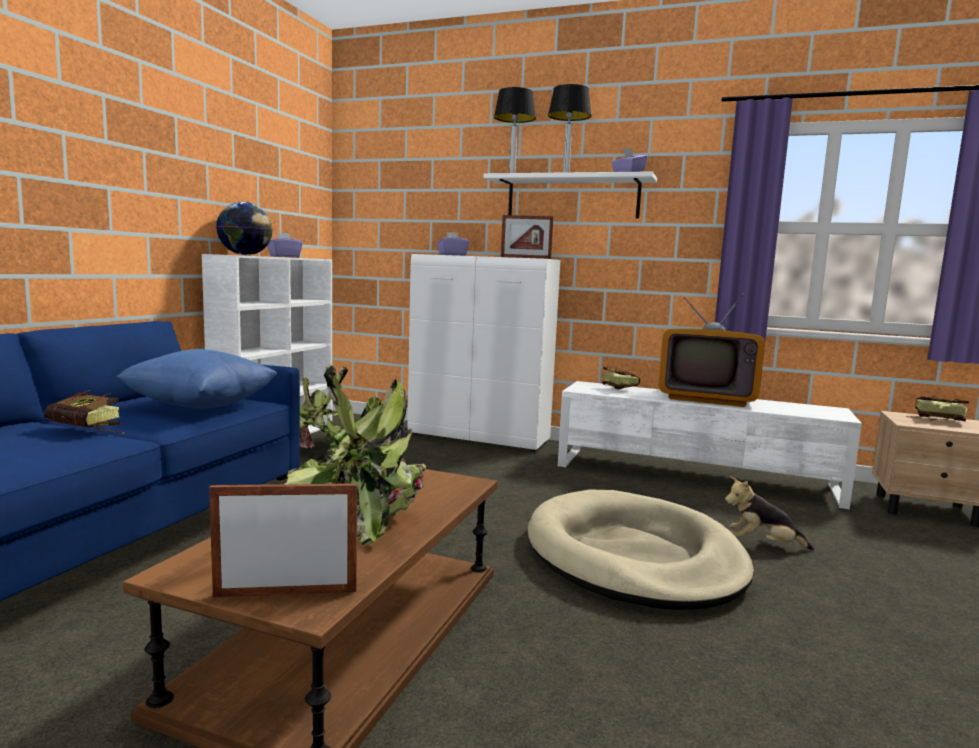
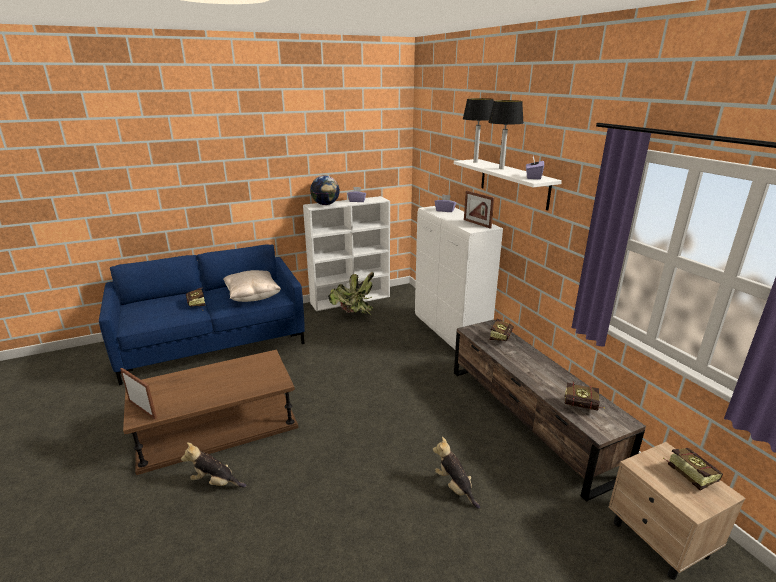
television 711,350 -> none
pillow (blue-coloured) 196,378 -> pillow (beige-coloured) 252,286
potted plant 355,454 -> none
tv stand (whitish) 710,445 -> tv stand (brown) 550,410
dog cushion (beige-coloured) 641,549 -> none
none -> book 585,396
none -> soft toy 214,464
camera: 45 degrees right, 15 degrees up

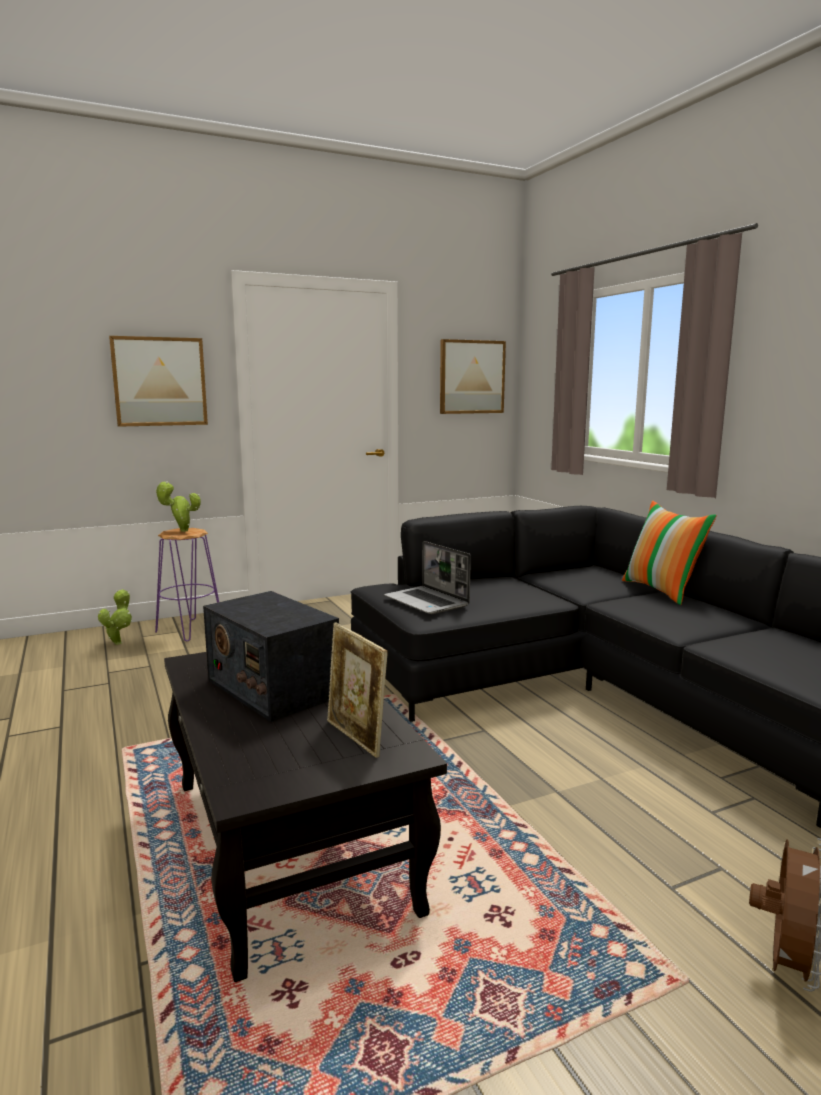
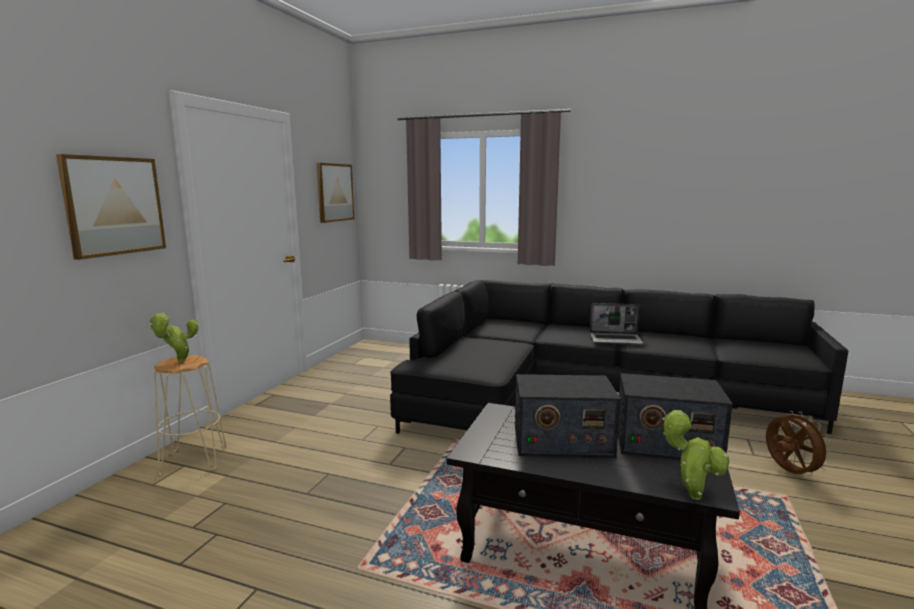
pillow 669,553 -> none
stool seat (purple-coloured) 187,584 -> stool seat (beige-coloured) 190,415
portable computer 427,577 -> portable computer 616,324, move
potted plant 115,617 -> potted plant 695,455, move
standing frame 357,690 -> radio set 675,416
camera: 45 degrees left, 0 degrees up

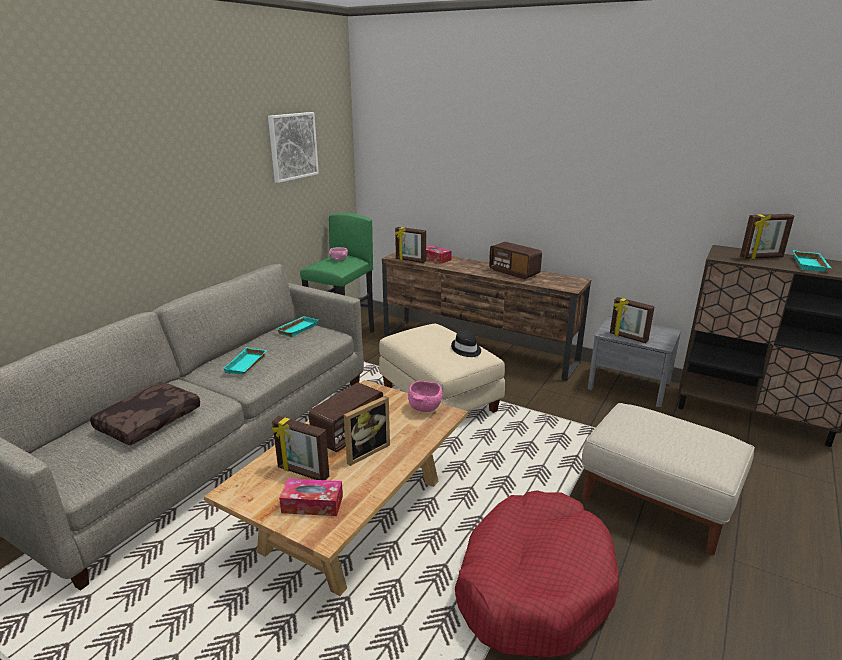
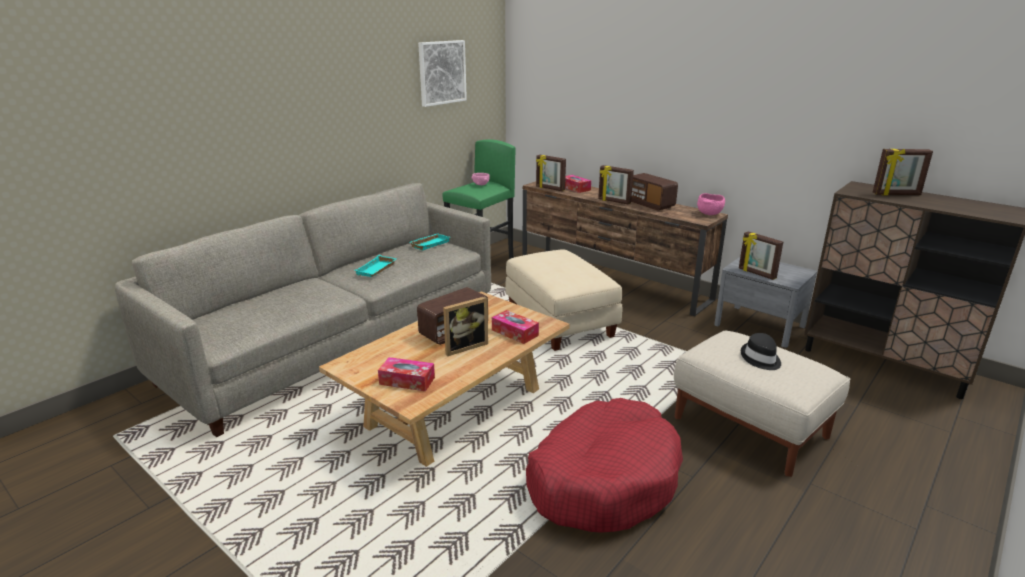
tray (turquoise) 812,260 -> none
clothing hat (black) 466,343 -> clothing hat (black) 761,351, move
bowl (pink) 425,396 -> bowl (pink) 711,204, move
pillow (brown) 145,414 -> none
standing frame 300,448 -> standing frame 616,185, move
none -> tissue box 515,327
camera: 10 degrees right, 0 degrees up

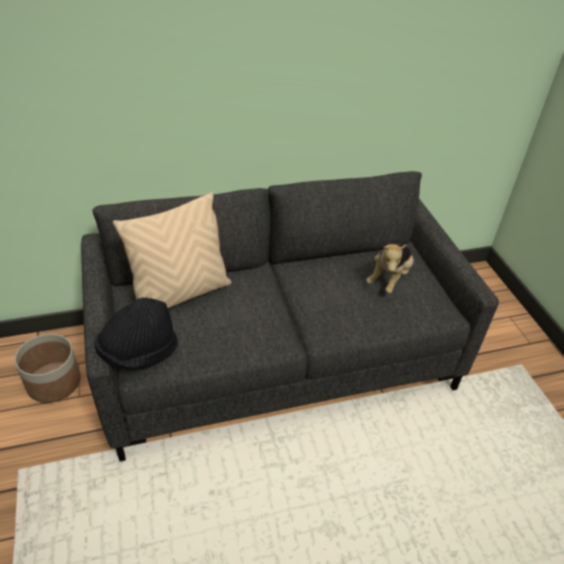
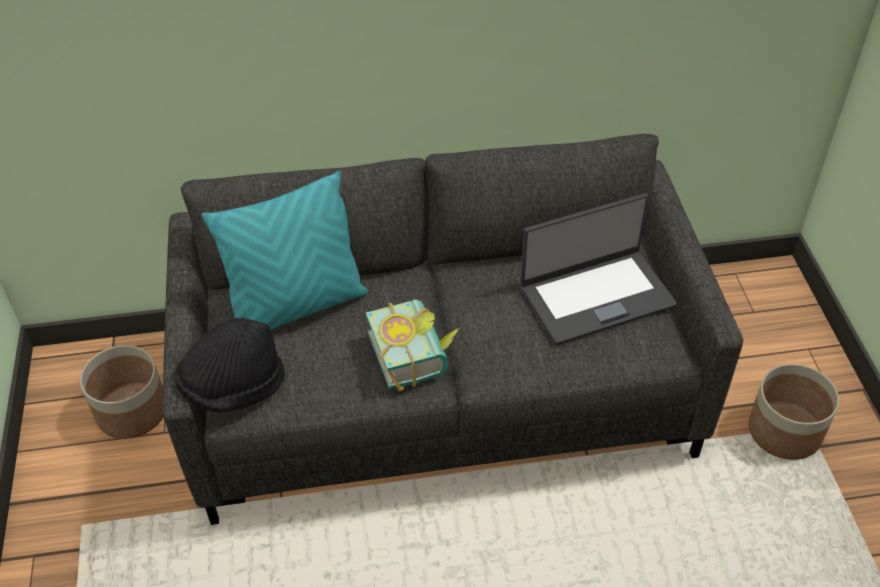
pillow (beige-coloured) 172,250 -> pillow (turquoise) 285,250
soft toy 390,269 -> portable computer 598,269
none -> book 413,345
none -> planter 793,412
camera: 10 degrees right, 5 degrees up

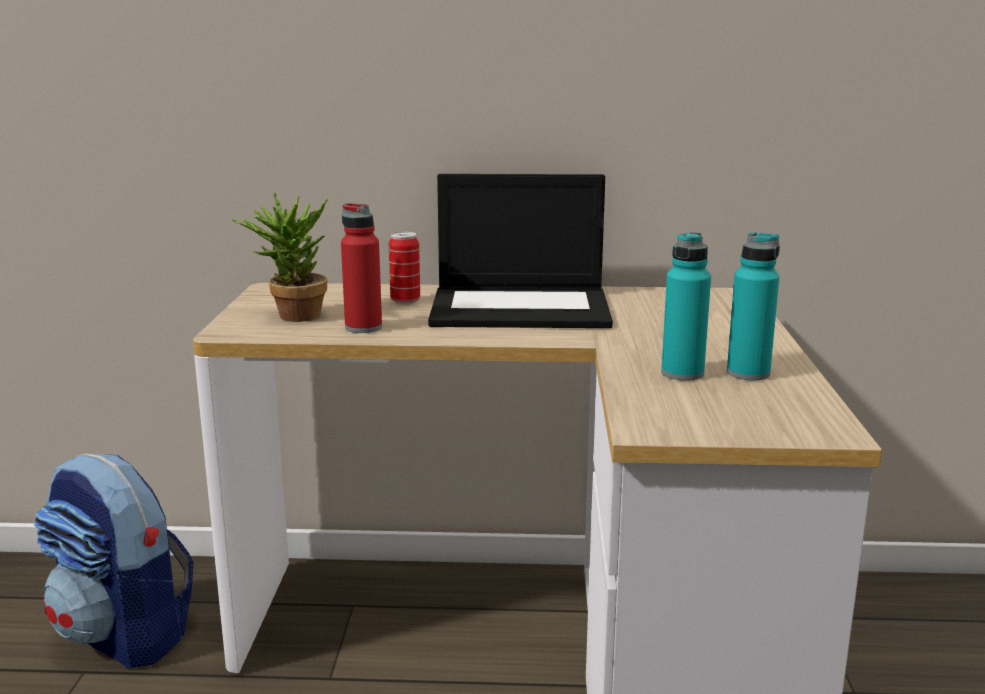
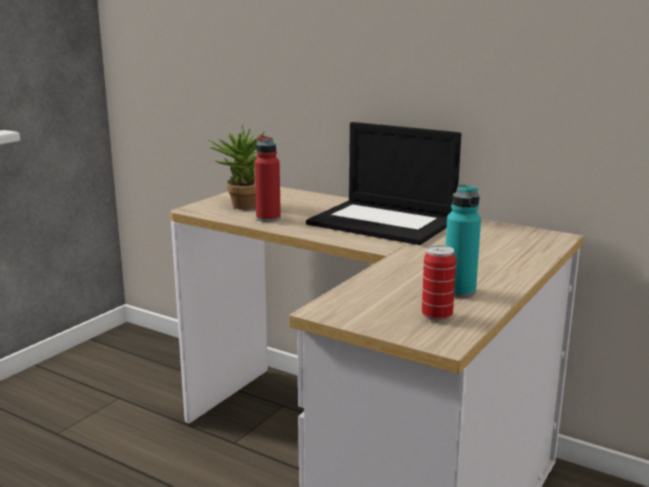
metal can 404,268 -> metal can 439,283, move
beverage bottle (turquoise) 686,306 -> none
backpack 114,561 -> none
camera: 30 degrees right, 0 degrees up

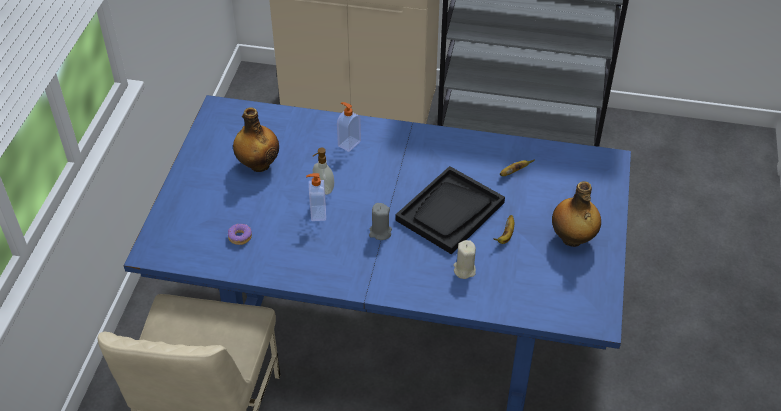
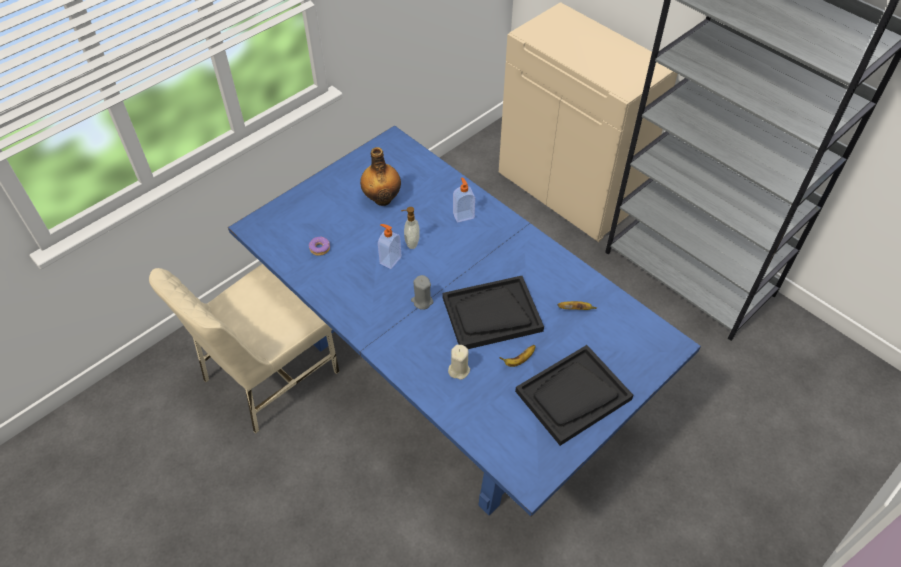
beverage bottle 576,214 -> tray (black) 574,395
camera: 35 degrees right, 5 degrees up

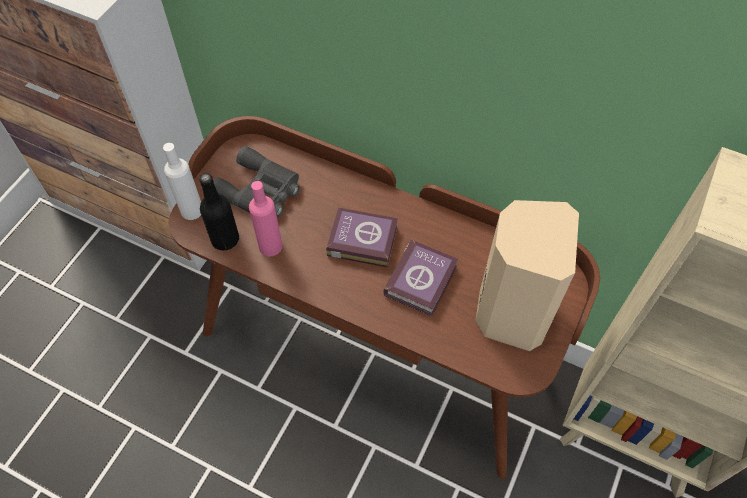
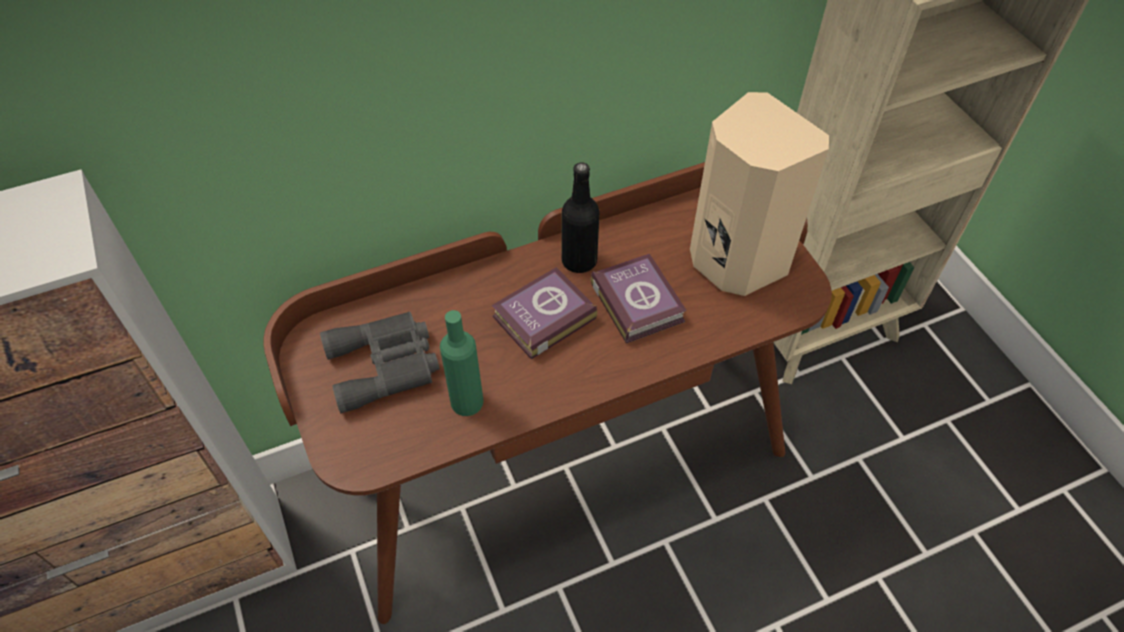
beverage bottle (whitish) 182,181 -> none
beverage bottle (black) 219,211 -> beverage bottle (black) 581,217, move
beverage bottle (pink) 265,218 -> beverage bottle (green) 462,363
camera: 50 degrees left, 5 degrees down

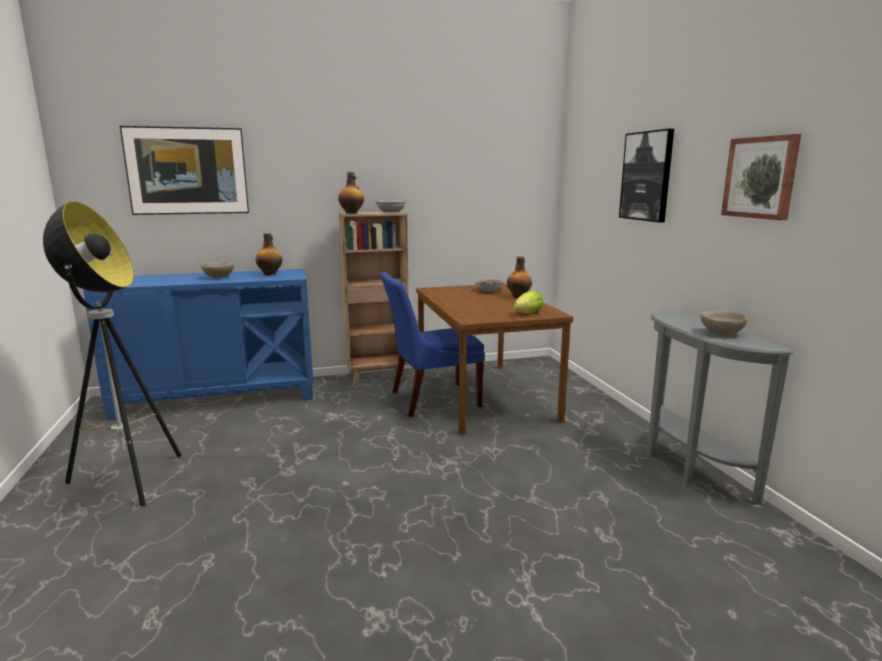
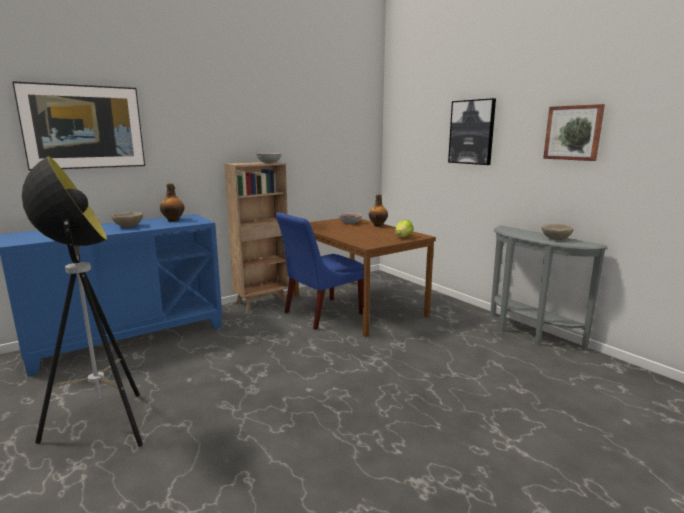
beverage bottle 351,193 -> none
camera: 20 degrees left, 0 degrees up

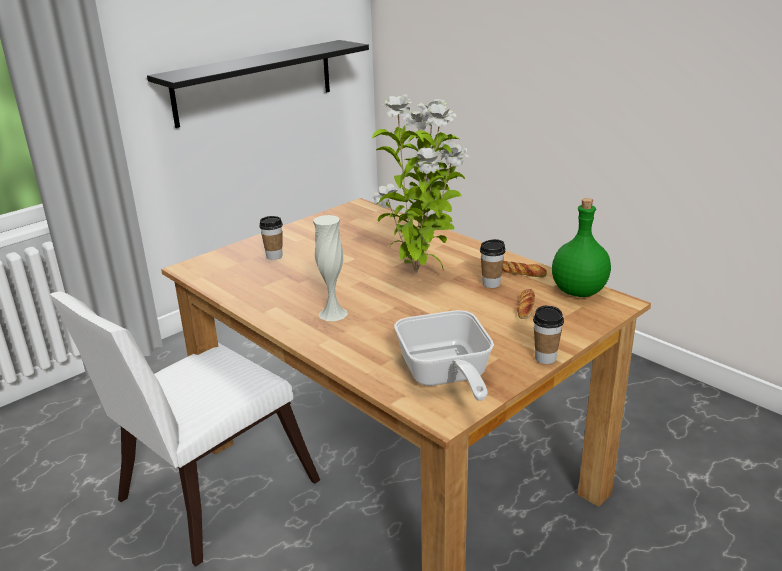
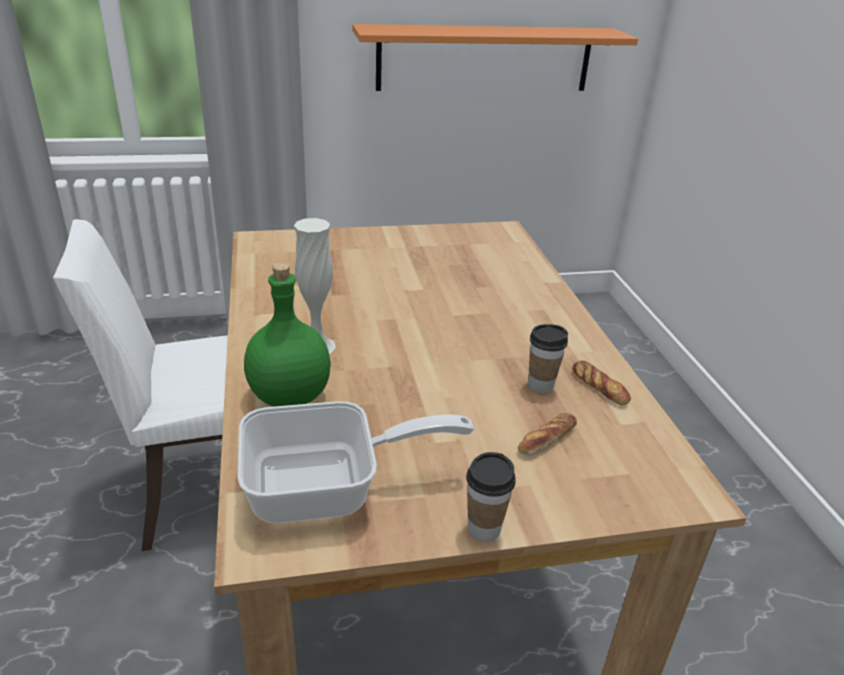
wall shelf (black) 258,84 -> wall shelf (orangey) 495,57
potted plant 420,184 -> none
beverage bottle (green) 581,247 -> beverage bottle (green) 287,335, move
cup 271,238 -> none
frying pan 444,355 -> frying pan 356,462, 120 degrees counterclockwise
camera: 30 degrees right, 5 degrees up

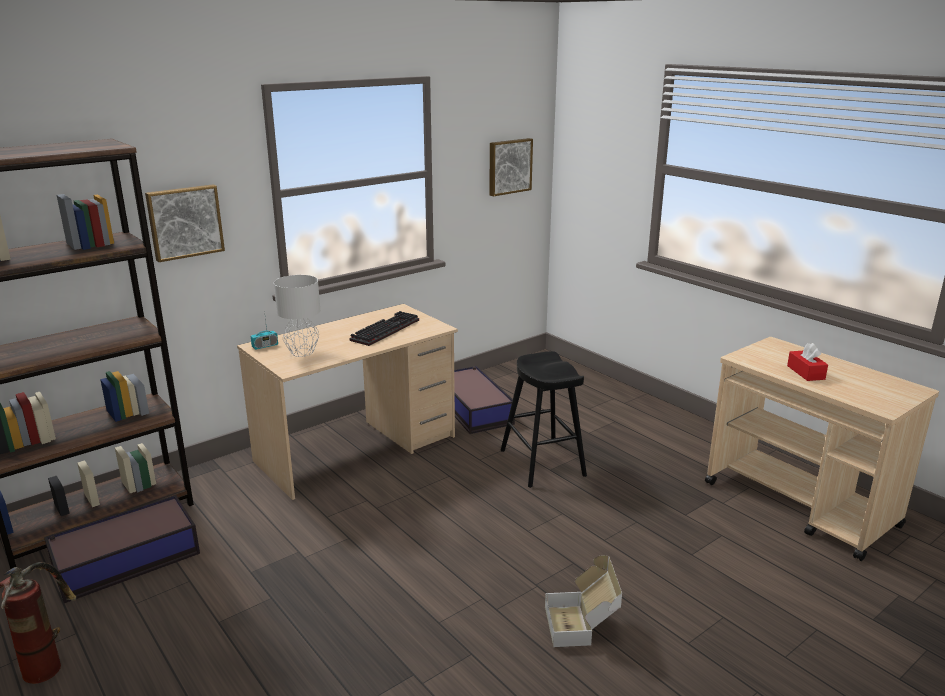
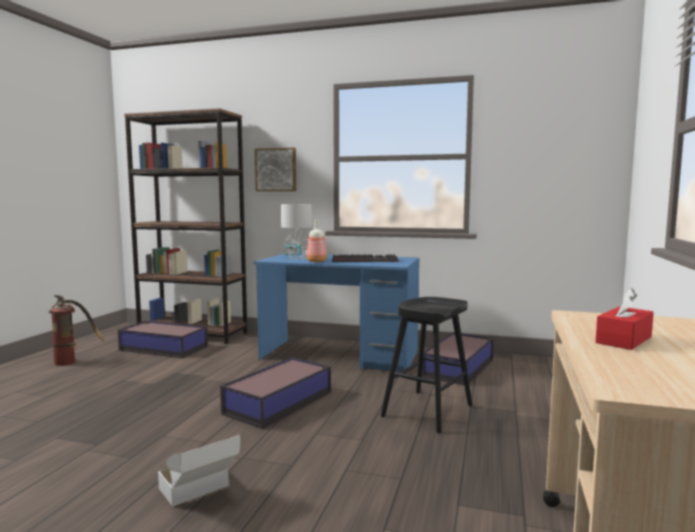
picture 511,167 -> none
desk unit (beige-coloured) 347,402 -> desk unit (blue-coloured) 337,314
none -> beverage bottle 316,240
none -> storage container 275,393
camera: 55 degrees right, 15 degrees down

